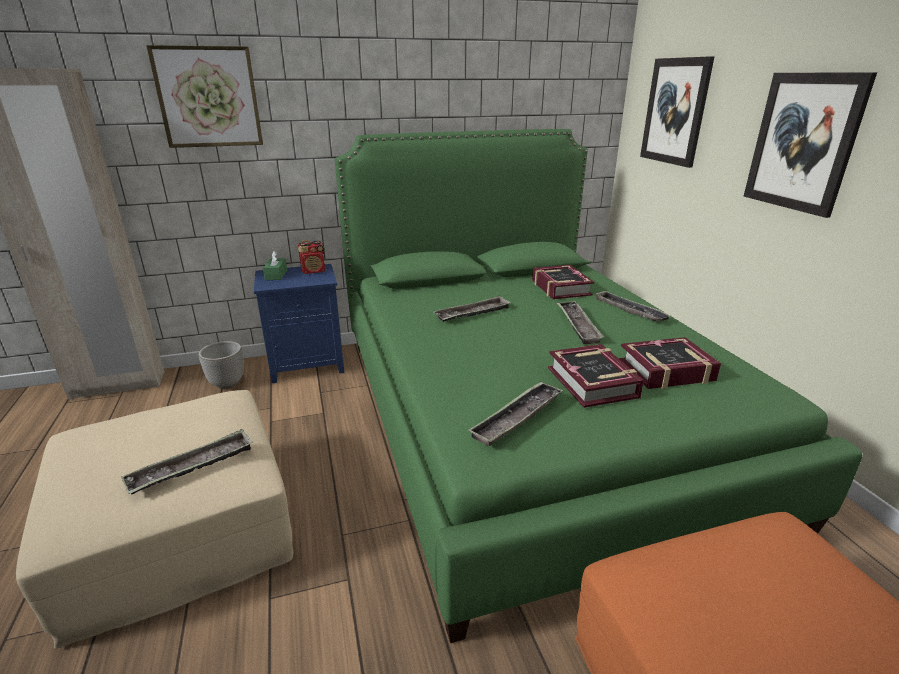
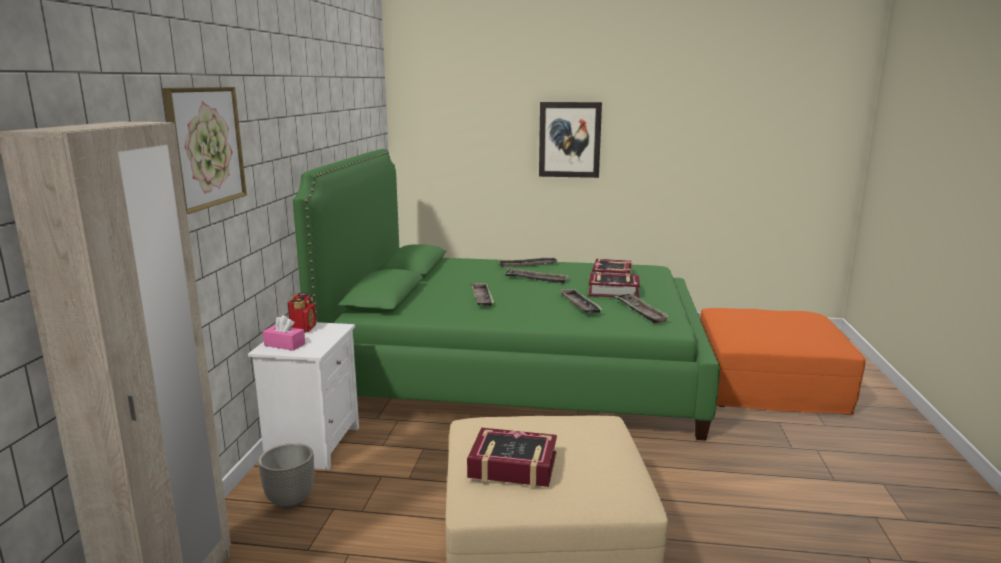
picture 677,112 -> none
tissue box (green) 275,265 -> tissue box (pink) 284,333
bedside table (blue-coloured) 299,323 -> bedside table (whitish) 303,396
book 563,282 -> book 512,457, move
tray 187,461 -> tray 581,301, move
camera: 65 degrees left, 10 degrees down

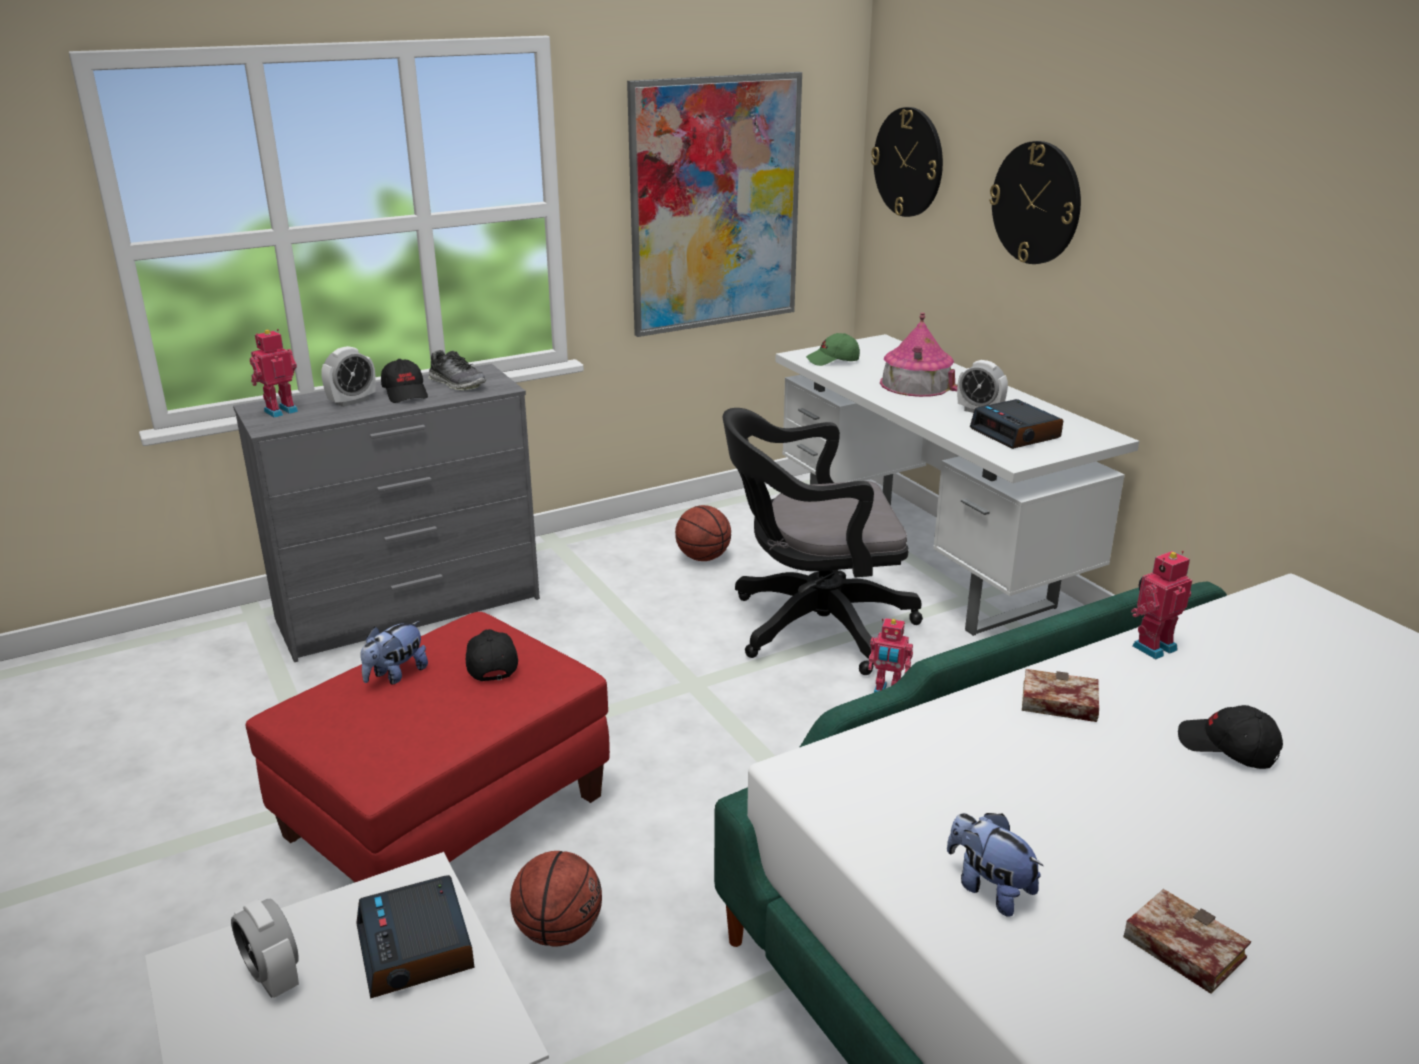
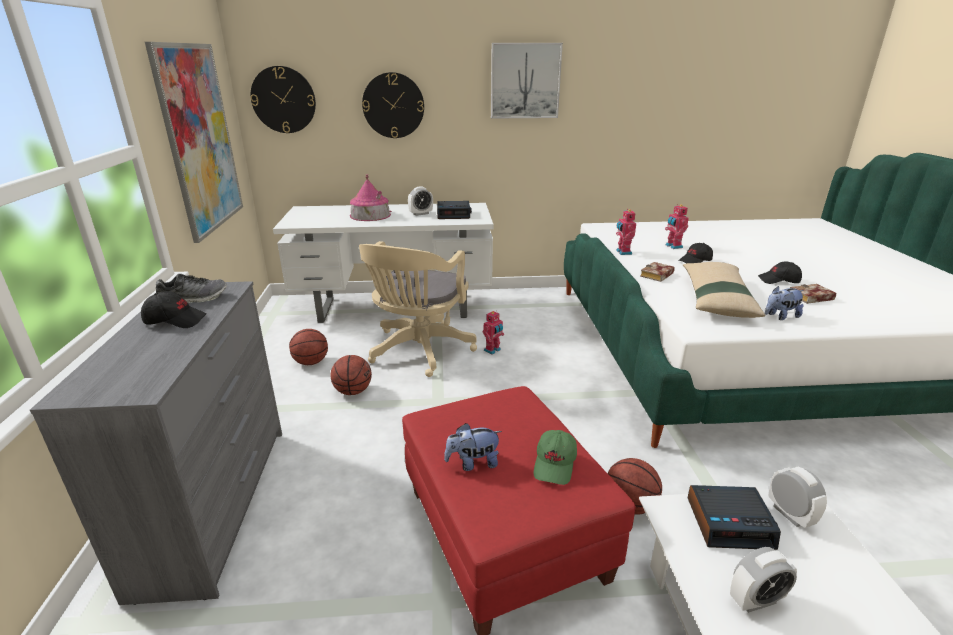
robot figure 274,373 -> robot figure 677,226, move
peaked cap (green) 833,349 -> peaked cap (green) 555,457, move
bedside clock 348,376 -> bedside clock 797,497, move
desk chair (black) 823,541 -> desk chair (beige-coloured) 418,309
soft toy 394,652 -> soft toy 473,447, 105 degrees clockwise
peaked cap (black) 492,655 -> peaked cap (black) 780,272, move
none -> picture 527,81
none -> pillow (beige-coloured) 724,290
none -> basketball 351,375
camera: 65 degrees left, 0 degrees up

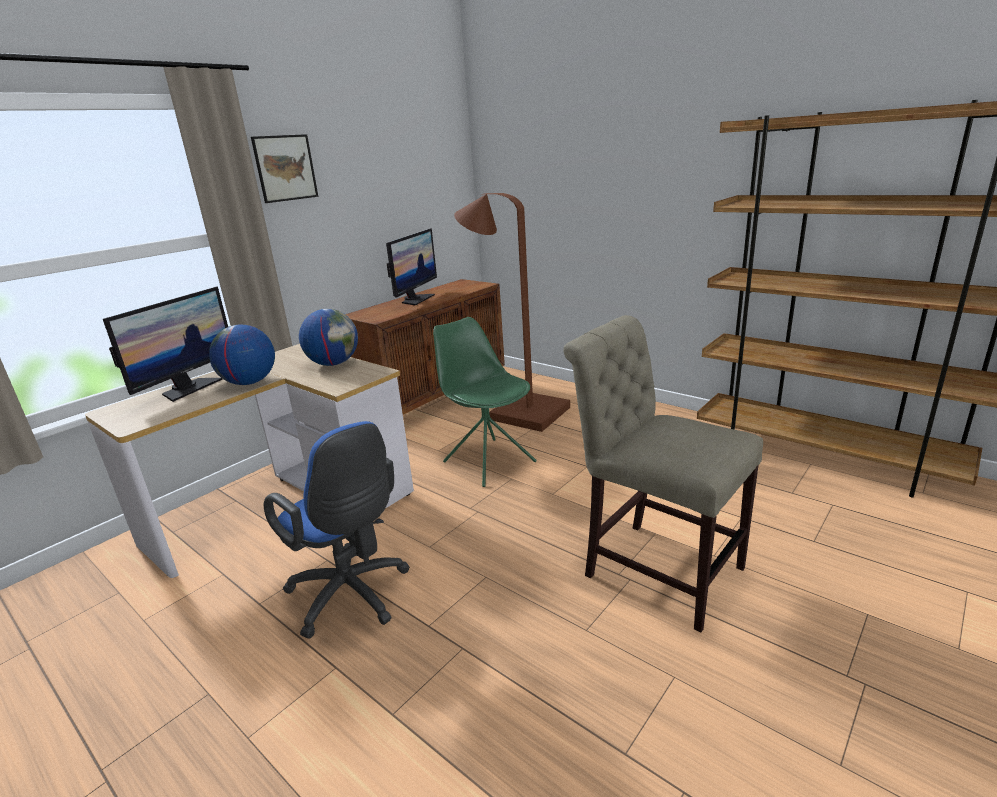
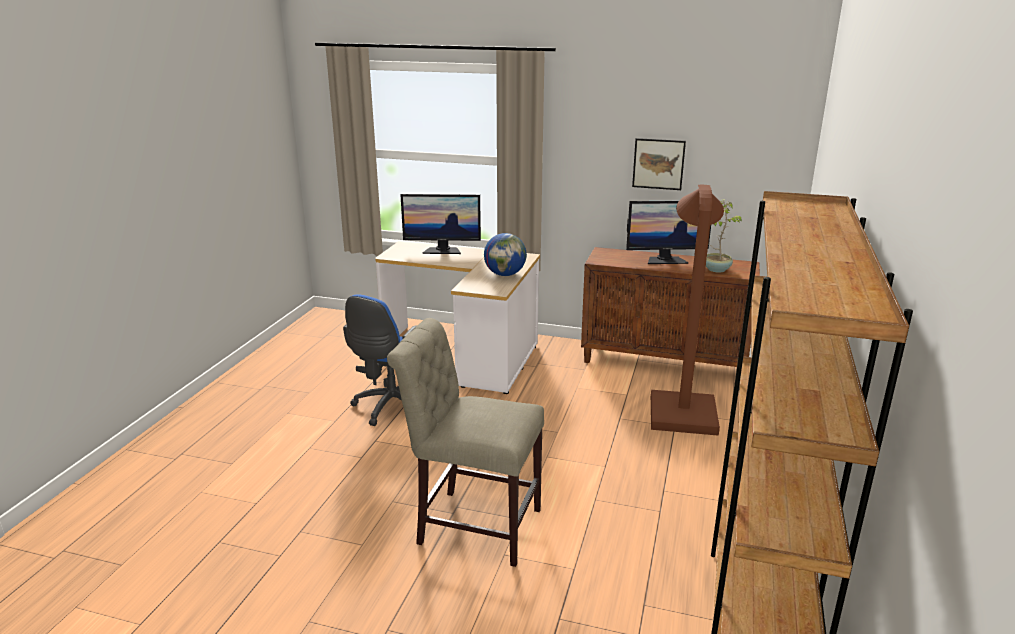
picture 284,168 -> picture 659,164, move
plain chair (beige-coloured) 663,473 -> plain chair (beige-coloured) 465,442, 90 degrees counterclockwise
plain chair (green) 485,402 -> none
globe 242,355 -> none
none -> potted plant 724,236
camera: 65 degrees right, 0 degrees up

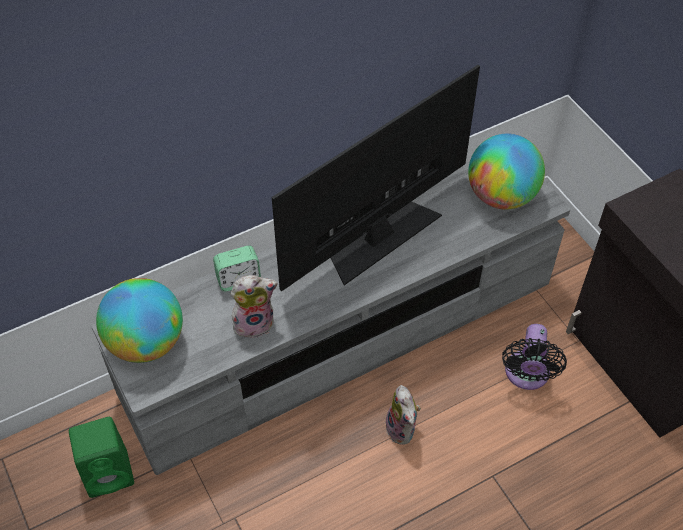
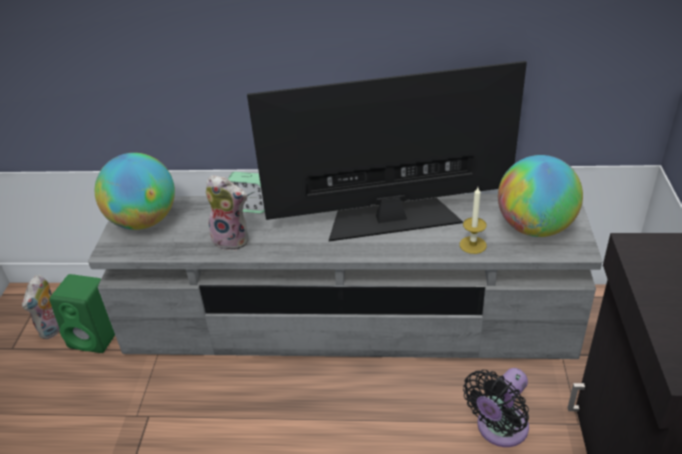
soft toy 403,415 -> soft toy 41,307, move
none -> wax light 473,220
camera: 35 degrees right, 15 degrees down

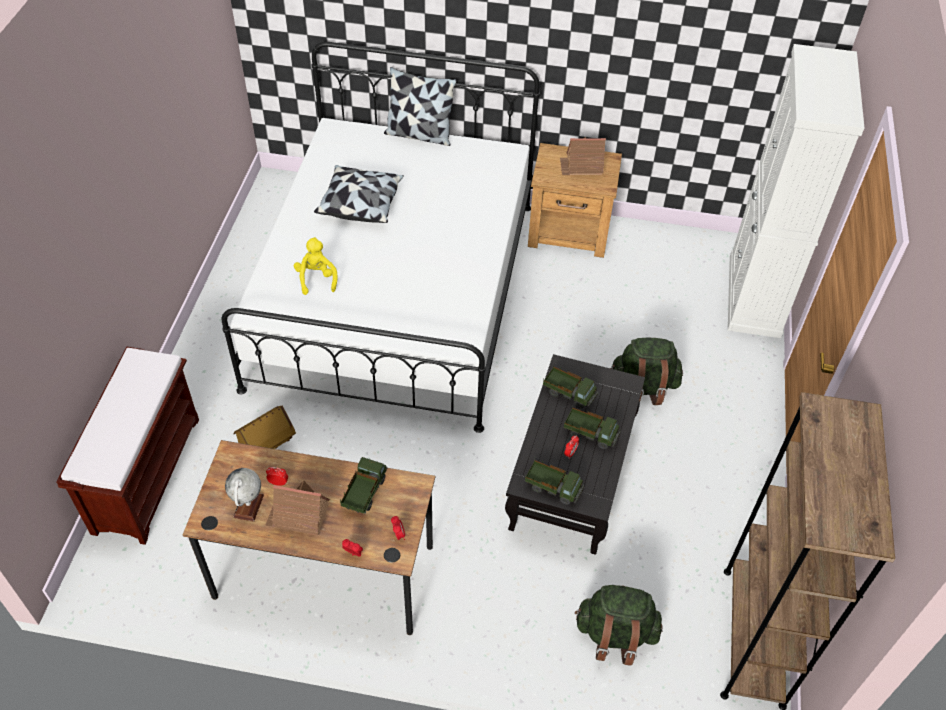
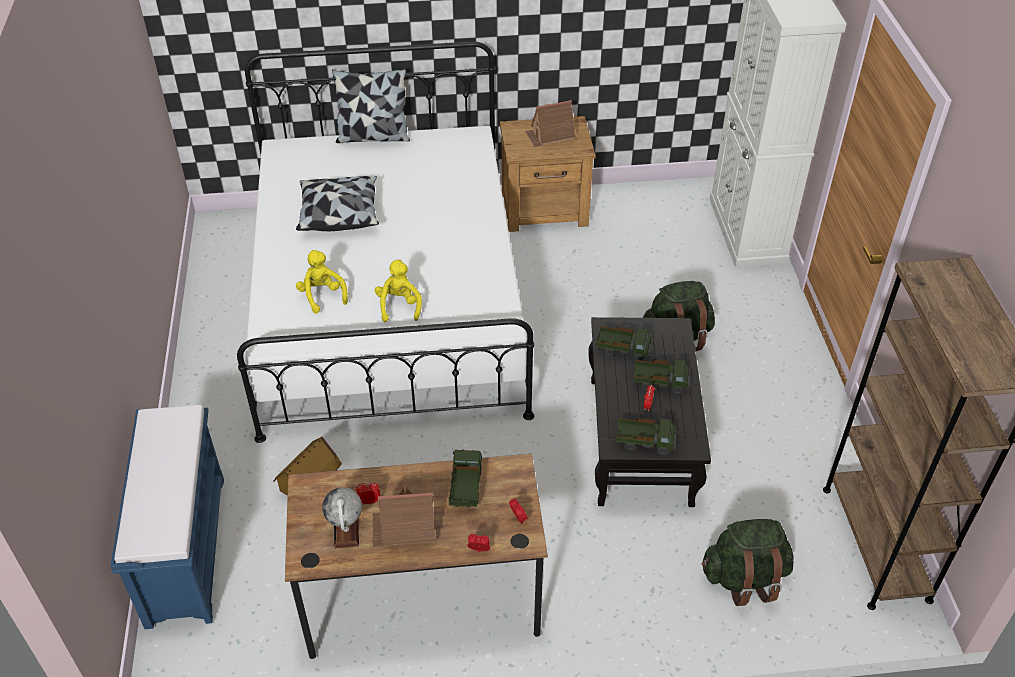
indoor bench (brown) 127,446 -> indoor bench (blue-coloured) 167,517
none -> soft toy (yellow) 398,290
camera: 15 degrees left, 5 degrees down

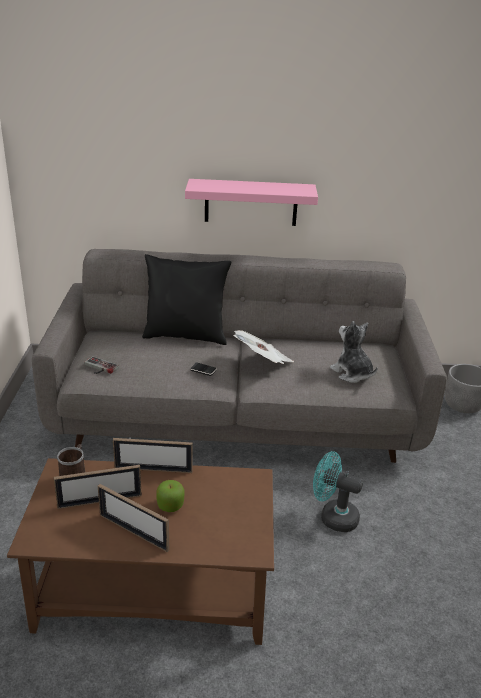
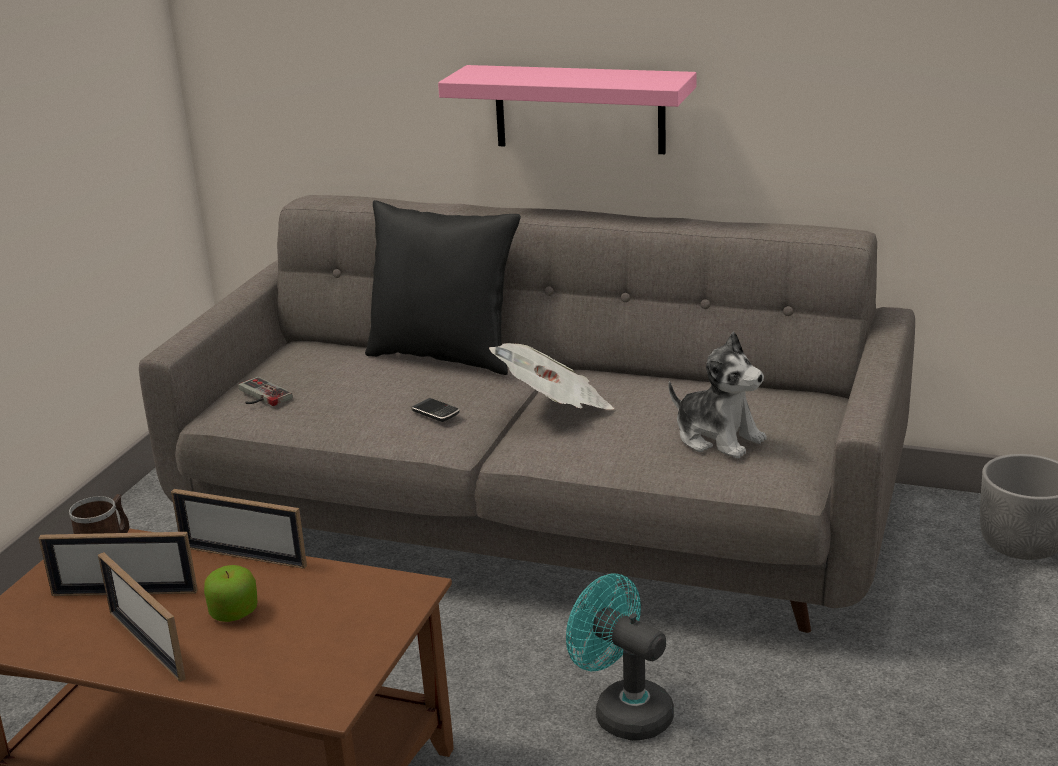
soft toy 354,352 -> soft toy 718,395, 150 degrees clockwise
camera: 20 degrees right, 5 degrees down

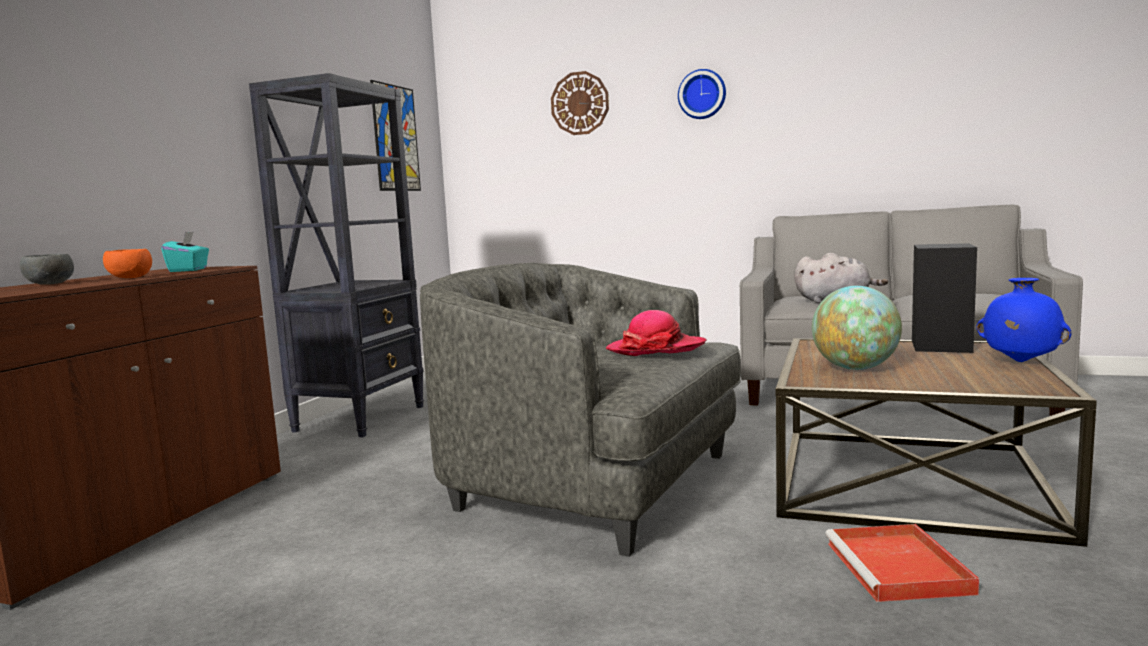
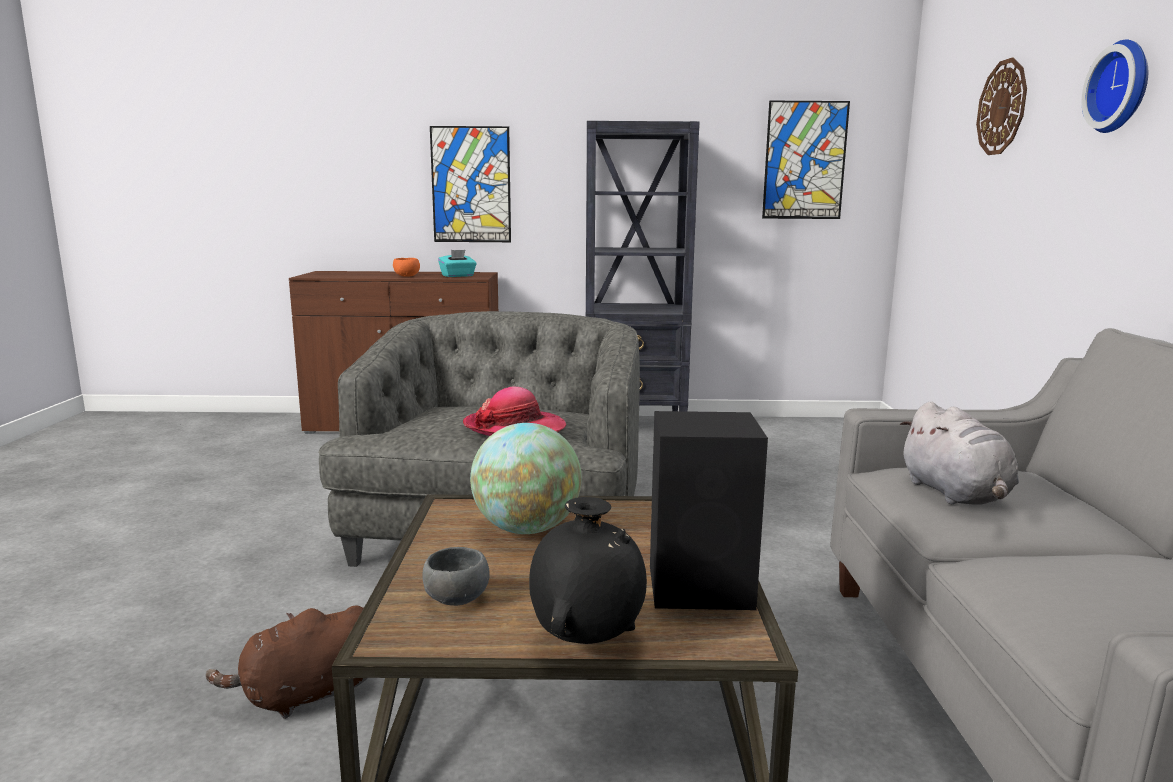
bowl (greyish) 47,269 -> bowl (greyish) 456,576, move
flower vase (blue-coloured) 1023,320 -> flower vase (black) 588,570
tray (red) 902,563 -> soft toy (brown) 286,662
none -> picture 470,184
camera: 70 degrees right, 5 degrees up

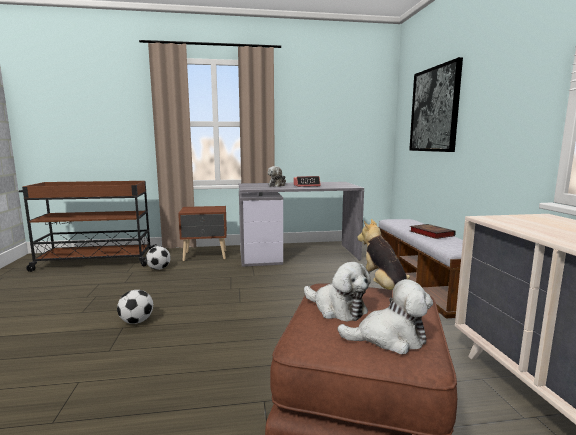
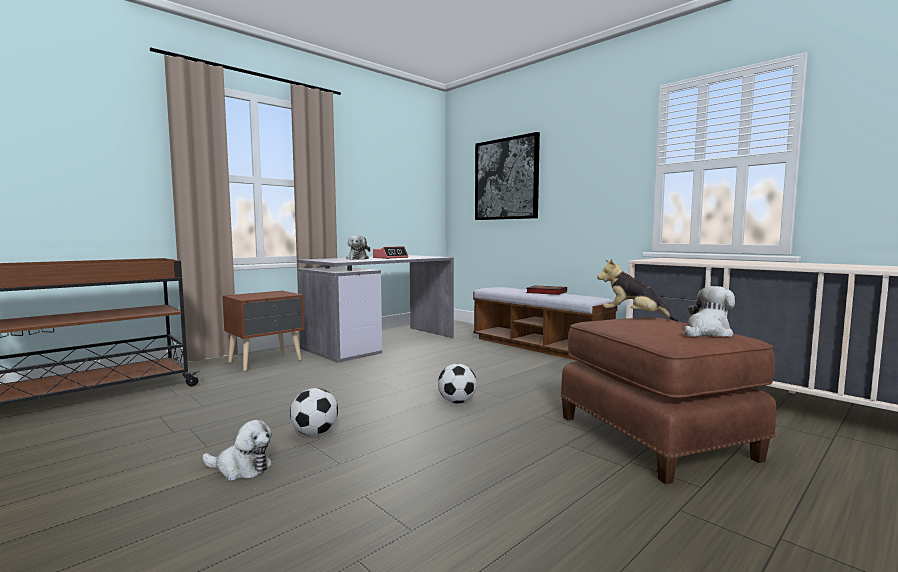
ball for football 158,258 -> ball for football 457,384, move
soft toy 337,291 -> soft toy 237,450, move
camera: 35 degrees left, 5 degrees down

